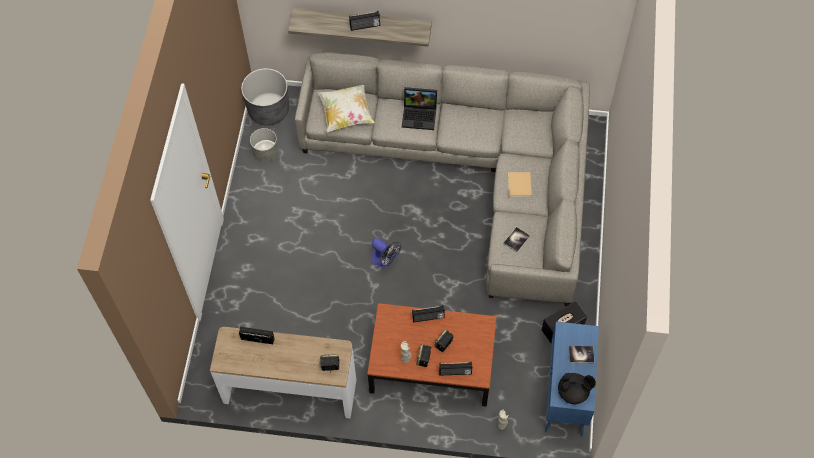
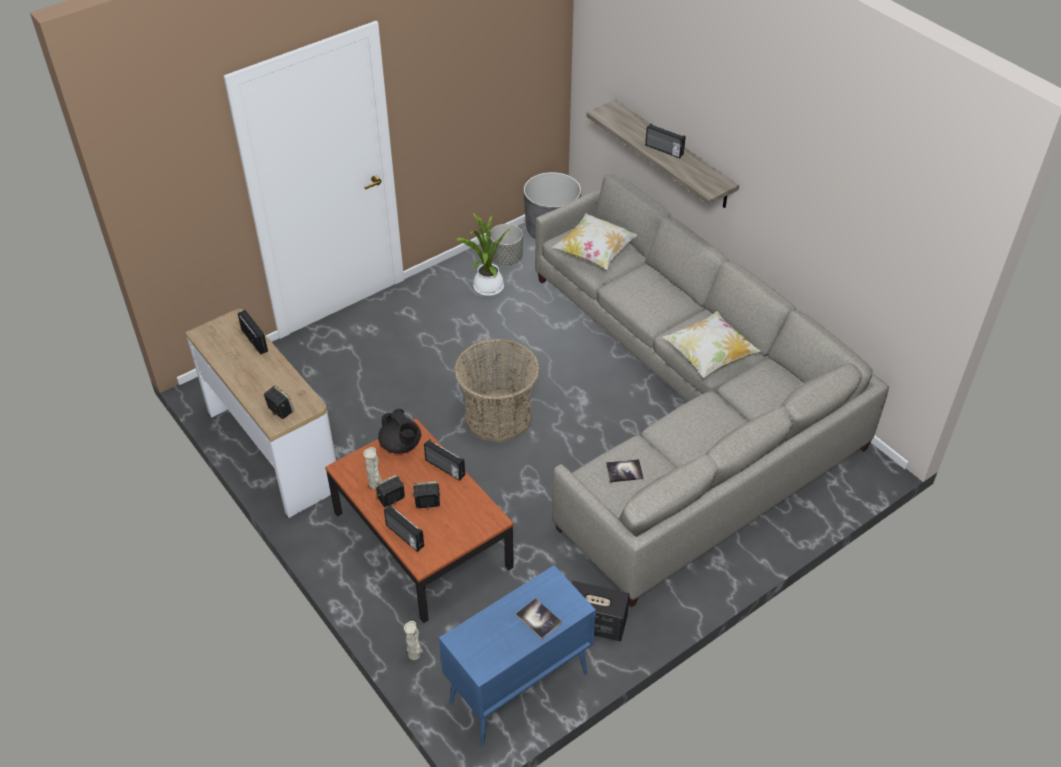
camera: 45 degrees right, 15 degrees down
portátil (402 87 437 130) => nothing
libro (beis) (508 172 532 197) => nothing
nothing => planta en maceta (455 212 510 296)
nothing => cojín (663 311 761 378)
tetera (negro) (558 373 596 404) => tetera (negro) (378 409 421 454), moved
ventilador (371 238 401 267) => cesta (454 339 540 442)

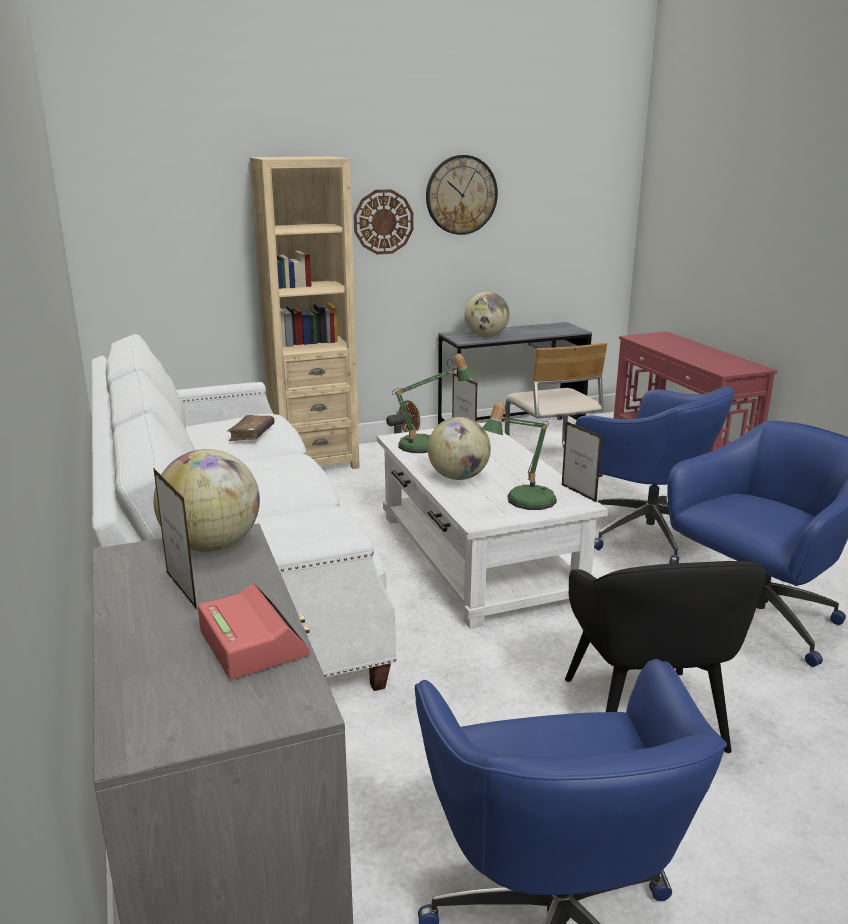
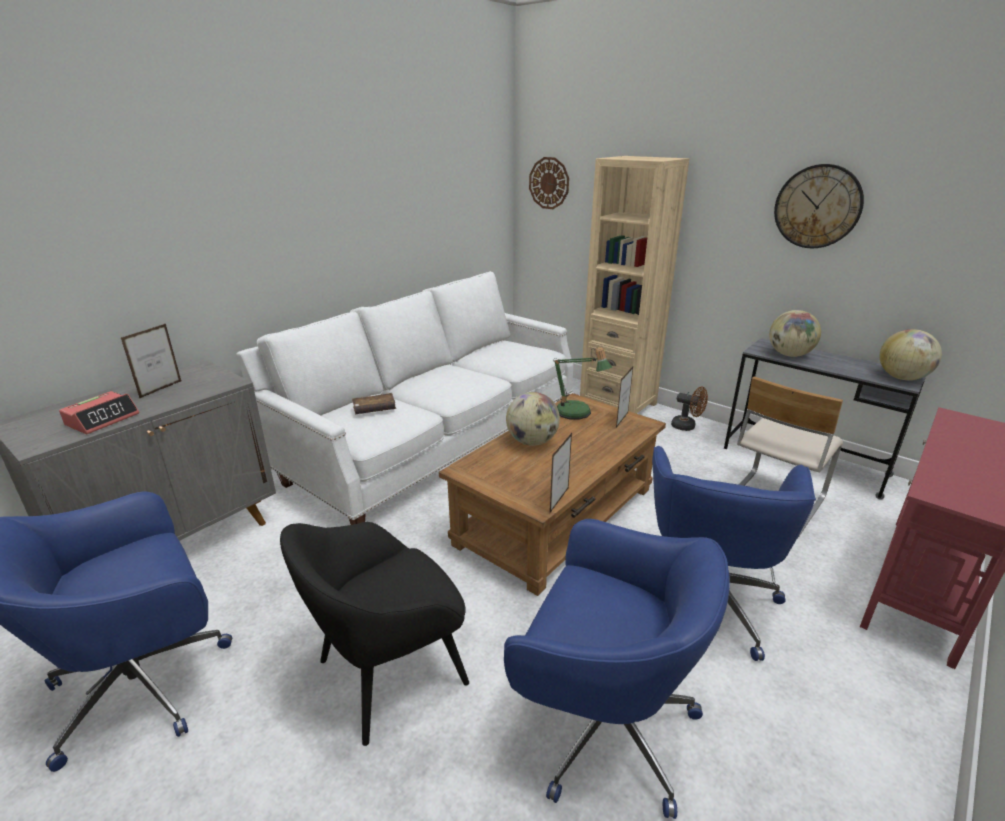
camera: 60 degrees right, 5 degrees up
lámpara de mesa (482 402 557 510) => nothing
globo terráqueo (154 449 260 552) => globo terráqueo (879 329 942 380), moved
libro (marrón) (227 415 275 441) => libro (marrón) (352 393 396 414), moved
reloj de pared (354 189 414 254) => reloj de pared (529 157 569 209), moved
mesa de centro (blanco) (377 422 608 629) => mesa de centro (marrón) (439 393 666 596)

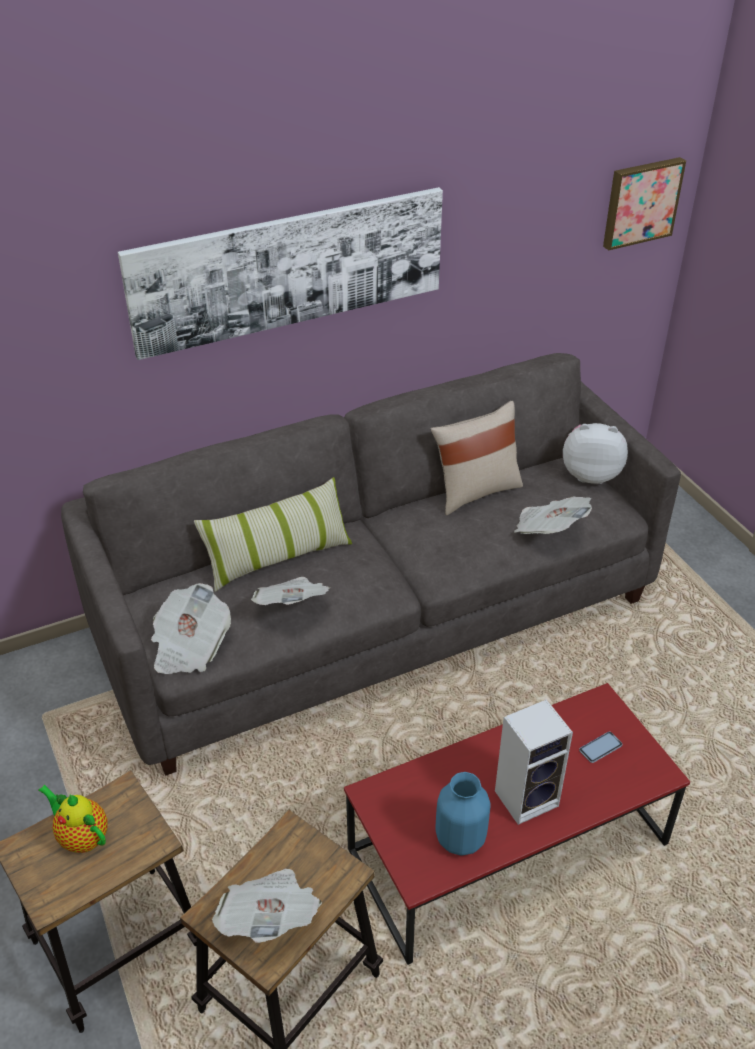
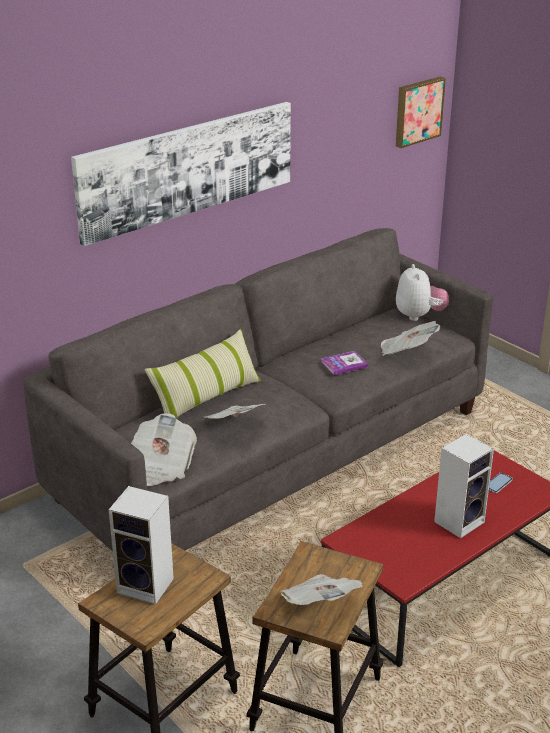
camera: 15 degrees left, 10 degrees down
cojín (beis) (431 401 523 515) => nothing
florero (azul) (436 772 491 856) => nothing
nothing => libro (321 351 368 375)
tetera (38 784 108 853) => altavoz (109 486 174 604)
peluche (563 423 628 484) => peluche (396 264 449 321), 90 degrees clockwise

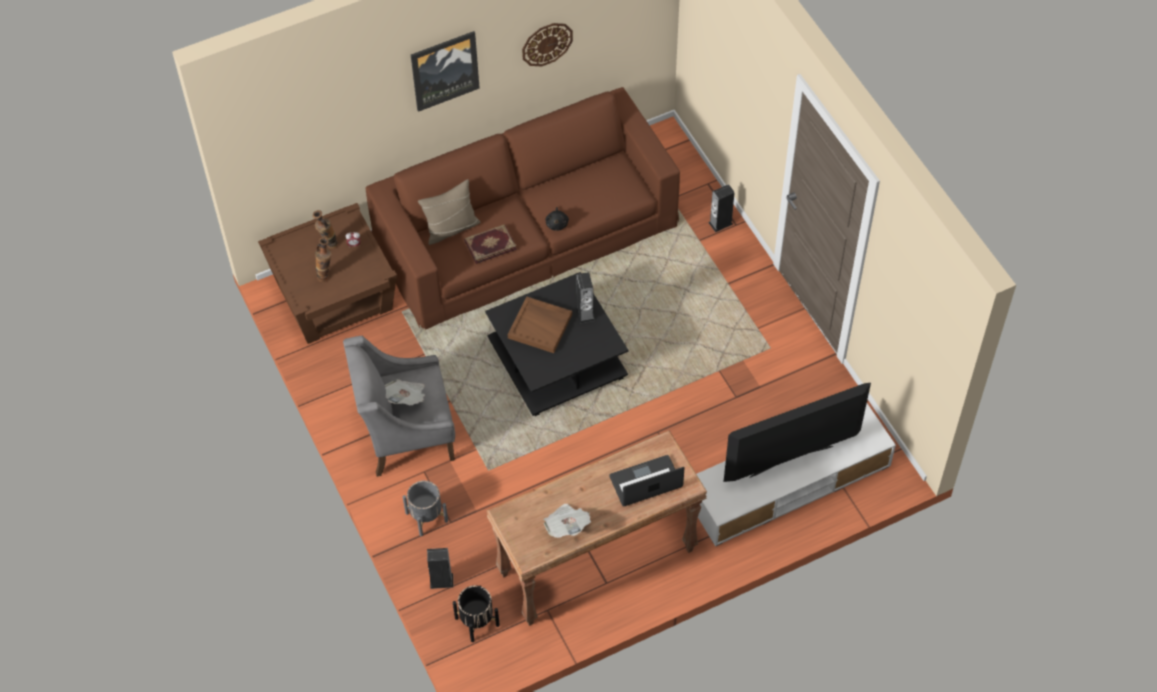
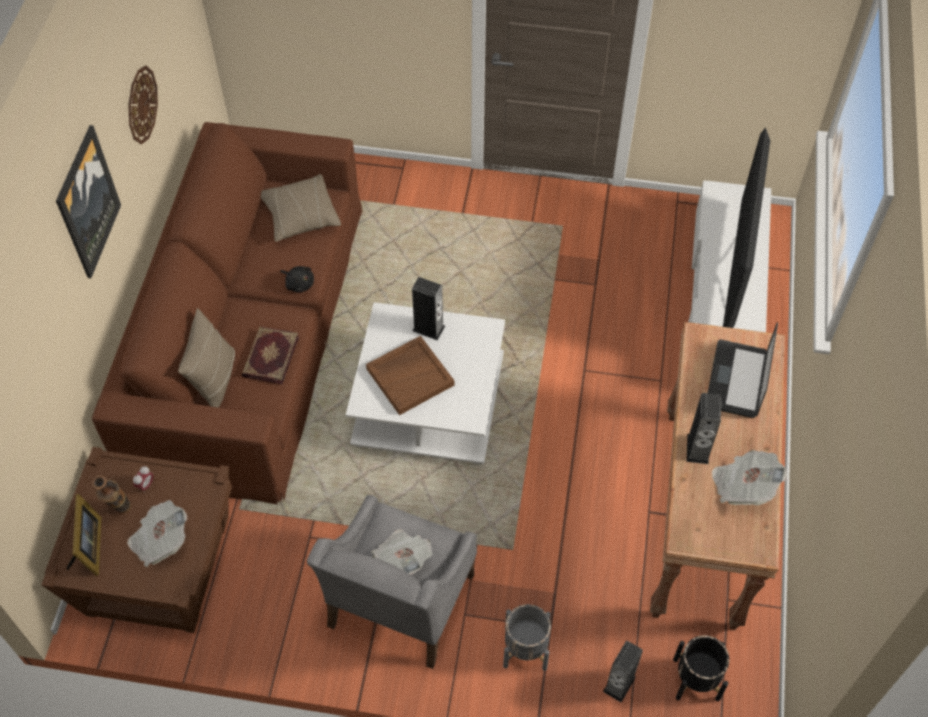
camera: 55 degrees left, 0 degrees up
nothing => portarretratos (67 494 101 576)
nothing => cojín (beis) (261 174 341 242)
altavoz (709 184 734 232) => altavoz (687 393 721 464), moved
florero (315 237 332 282) => periódico (127 500 188 567)
mesa de centro (negro) (485 272 628 416) => mesa de centro (blanco) (346 302 505 464)

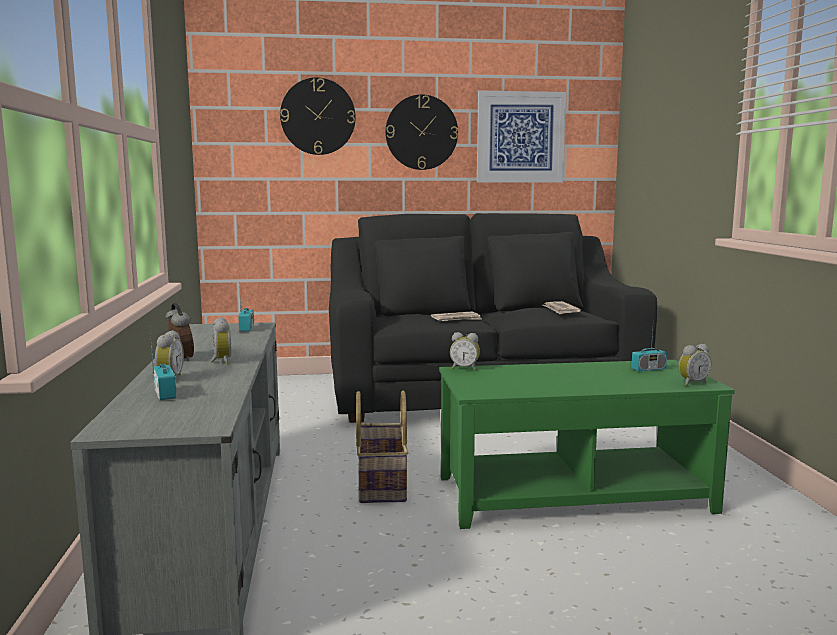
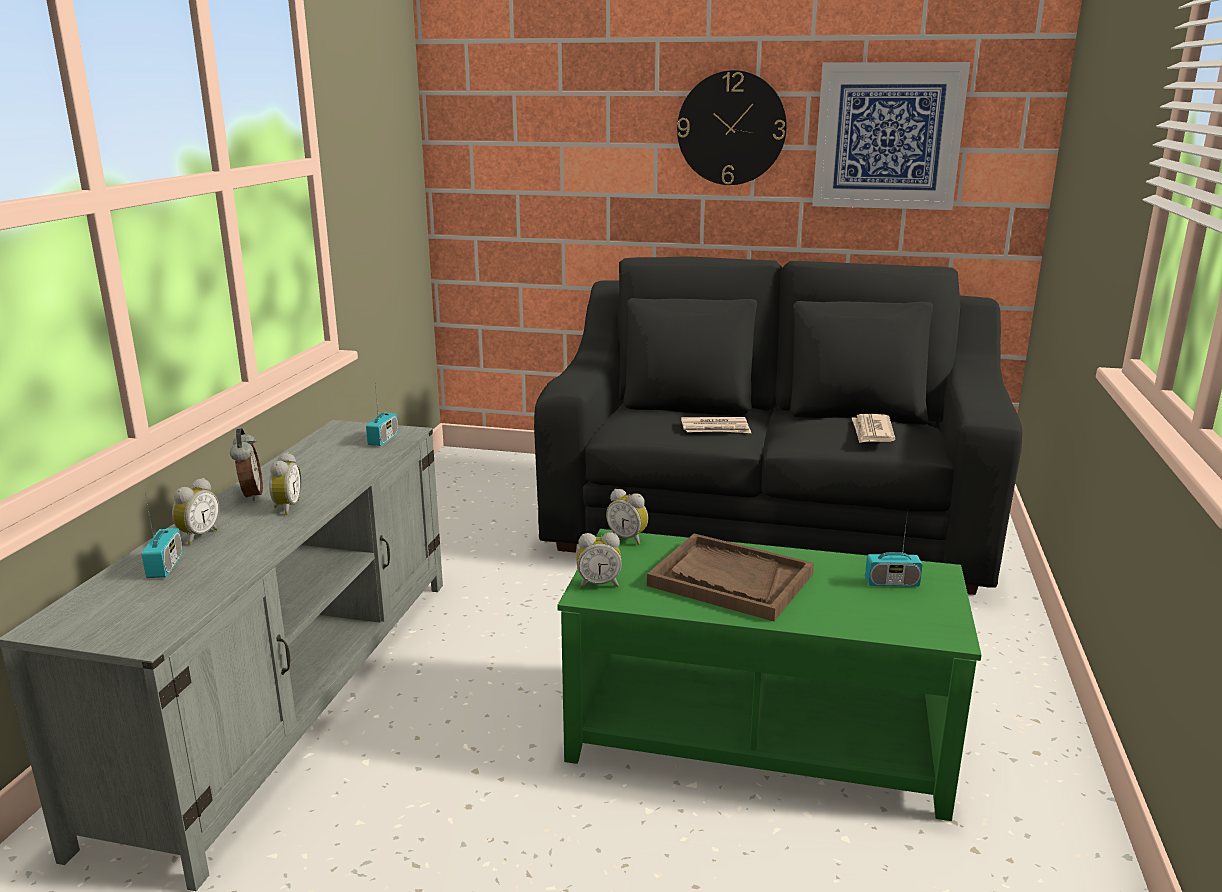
camera: 20 degrees right, 10 degrees up
reloj de pared (280 78 356 155) => nothing
cesta (356 391 408 503) => nothing
nothing => bandeja (marrón) (647 534 814 621)
despertador (679 344 711 386) => despertador (576 532 622 588), moved

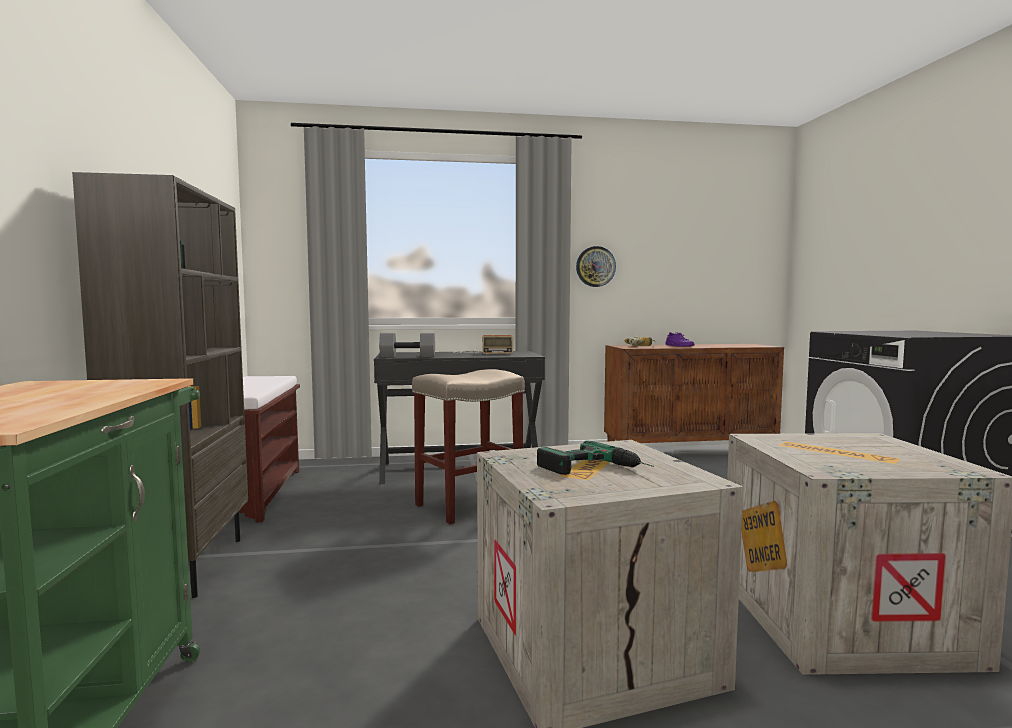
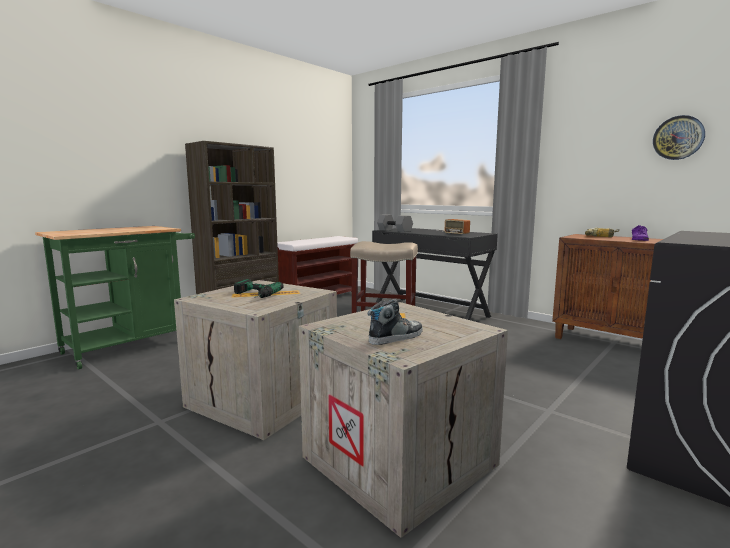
camera: 50 degrees right, 5 degrees up
nothing => zapato (367 299 423 345)
reloj de pared (576 246 616 287) => reloj de pared (653 115 705 160), moved

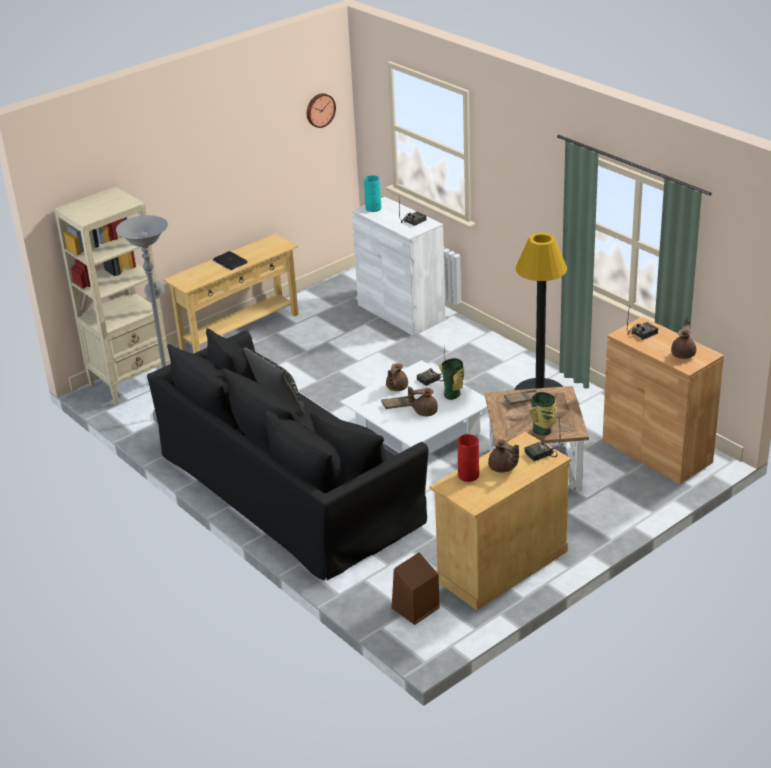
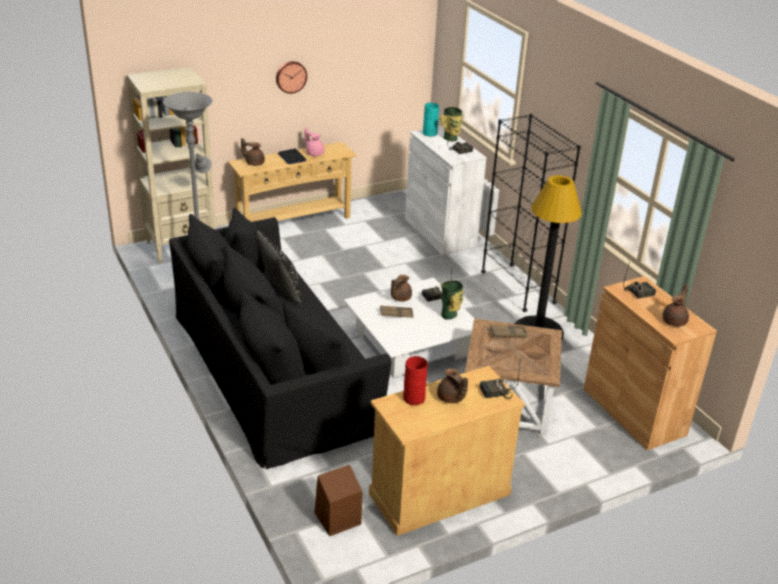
camera: 10 degrees right, 0 degrees up
nothing => tetera (rosa) (304 127 324 156)
nothing => estantería (negro) (481 114 581 312)
reloj de pared (307 93 336 128) => reloj de pared (276 61 307 94), moved
tetera (marrón) (408 386 438 416) => tetera (marrón) (241 138 265 166), moved
florero (529 392 557 435) => florero (440 107 463 141), moved

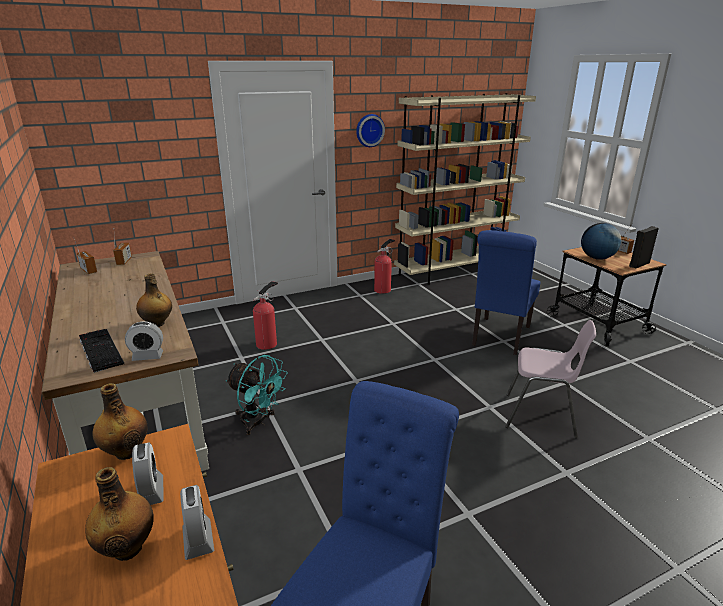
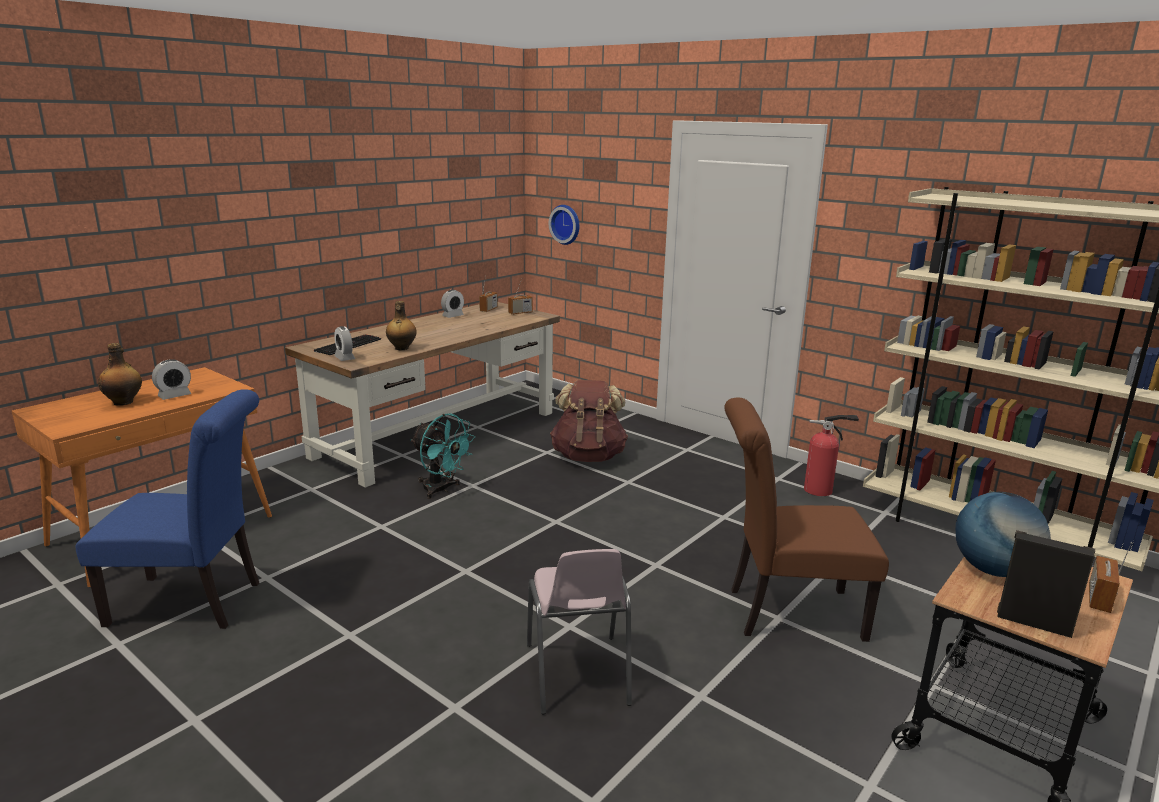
camera: 65 degrees right, 5 degrees down
botella (92 383 147 460) => nothing
despertador (180 485 214 560) => despertador (441 290 464 318), moved
reloj de pared (356 114 385 147) => reloj de pared (549 205 579 245), moved
extintor (253 281 278 350) => mochila (marrón) (550 380 628 462)
silla (azul) (472 230 541 355) => silla (marrón) (724 398 889 642)
ventilador (turquesa) (226 355 288 435) => ventilador (turquesa) (410 414 475 499), 60 degrees counterclockwise

